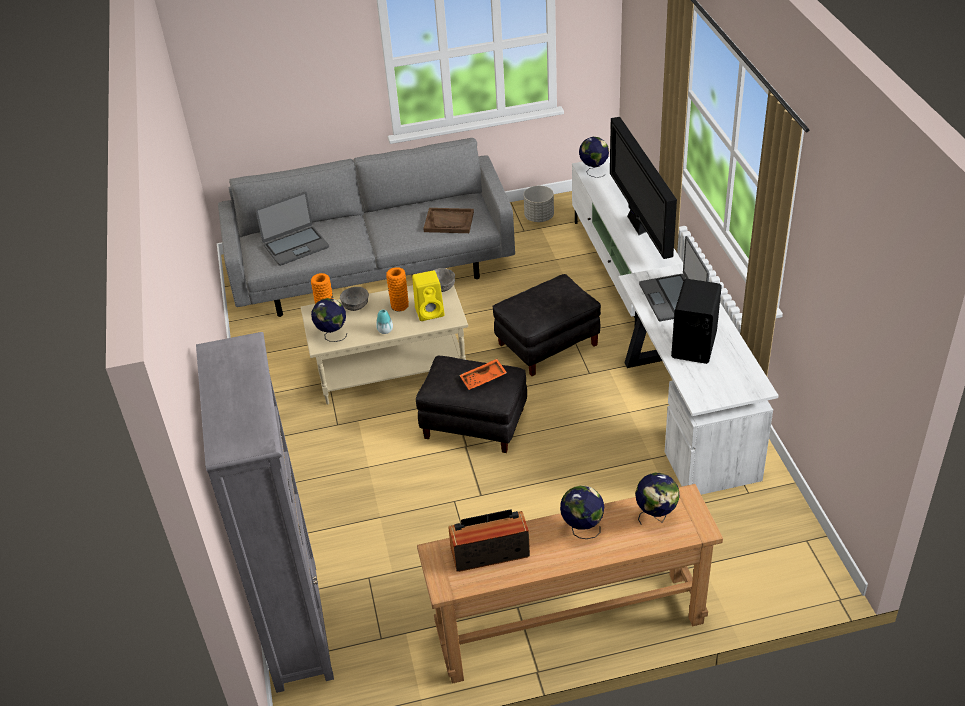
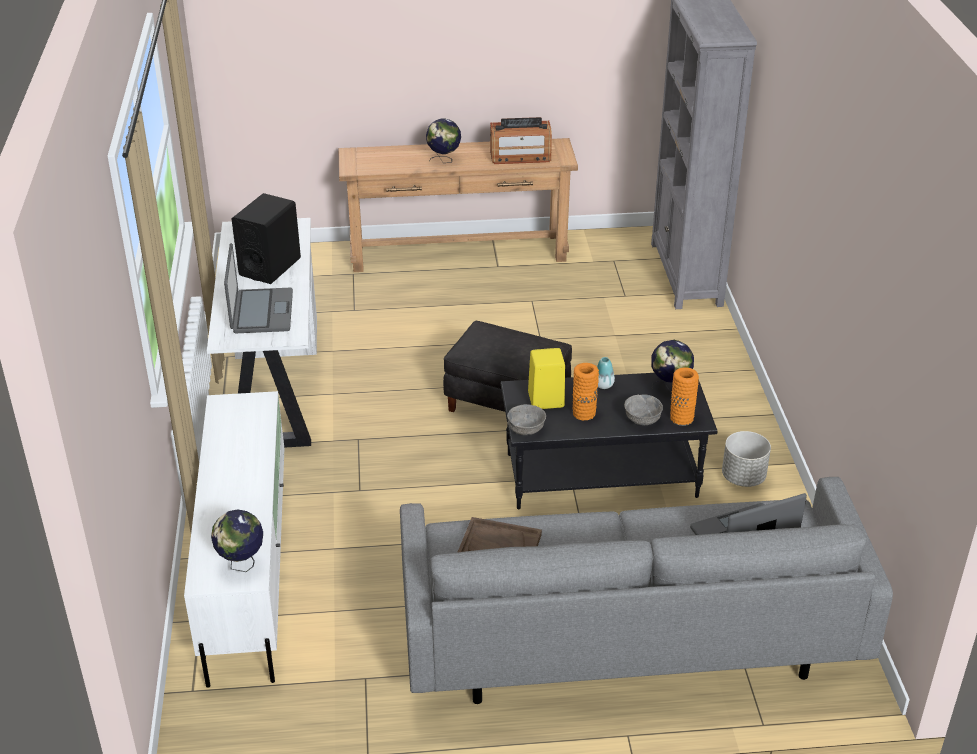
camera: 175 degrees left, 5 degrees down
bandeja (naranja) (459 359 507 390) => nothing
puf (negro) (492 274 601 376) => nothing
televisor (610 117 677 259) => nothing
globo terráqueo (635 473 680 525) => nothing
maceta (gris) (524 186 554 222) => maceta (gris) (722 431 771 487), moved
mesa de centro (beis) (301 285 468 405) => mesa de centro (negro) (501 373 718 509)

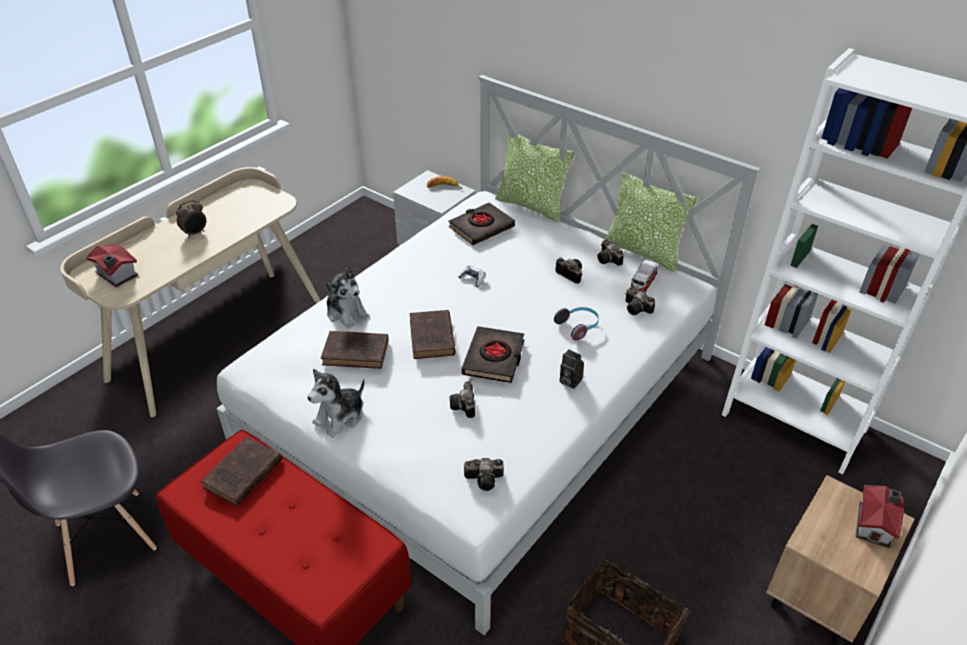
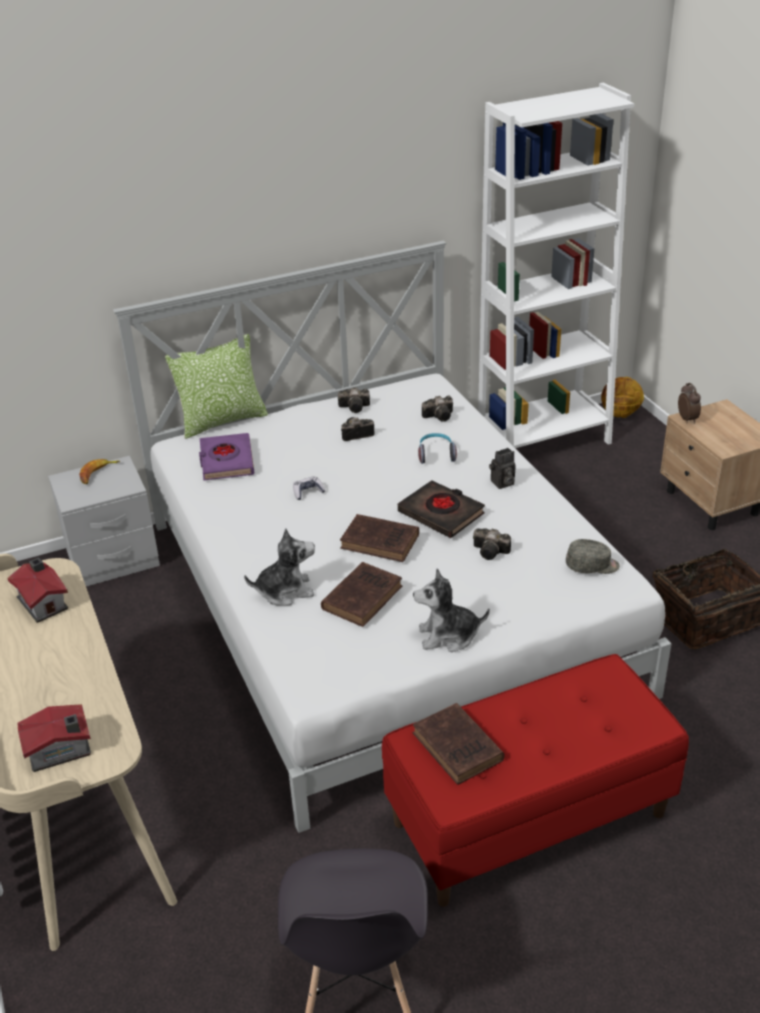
camera: 60 degrees left, 5 degrees down
cojín (605 172 697 272) => nothing
coche de juguete (630 260 658 292) => nothing
nothing => balón de baloncesto (601 377 644 418)
despertador (176 200 206 238) => despertador (678 383 701 423), moved
casita (856 485 904 548) => casita (7 557 68 623), moved
cámara (464 458 504 491) => gorra (gris) (566 539 620 574)
libro (negro) (449 203 515 245) => libro (morado) (199 433 254 480)
peluche (307 369 365 438) => peluche (413 569 490 652), 105 degrees clockwise

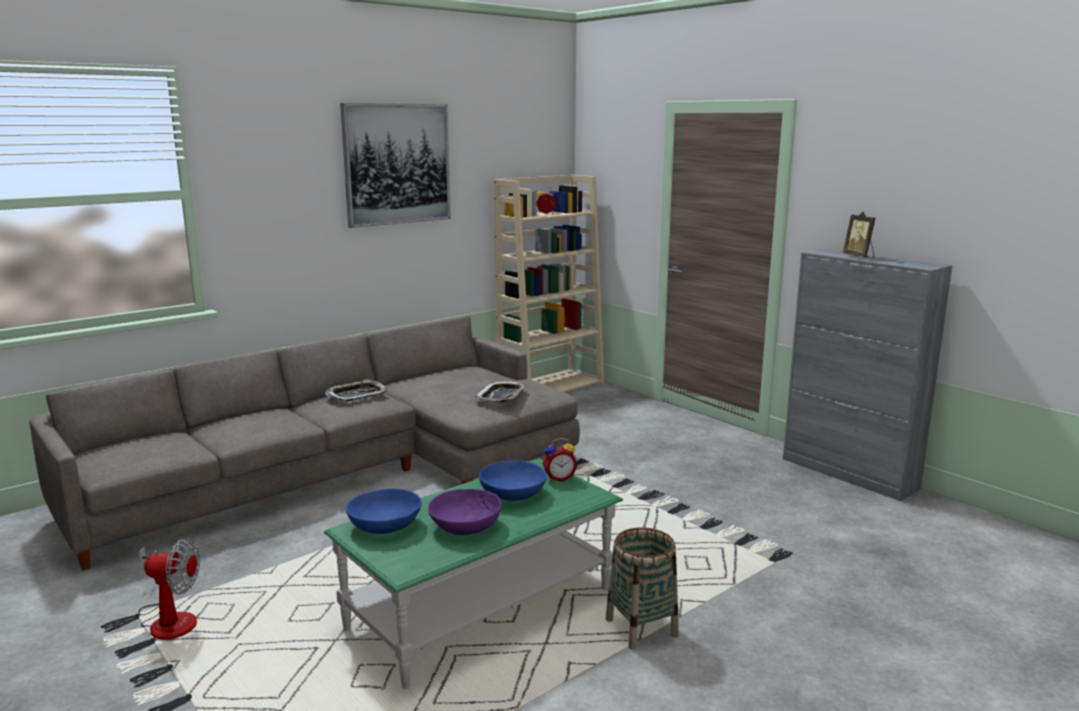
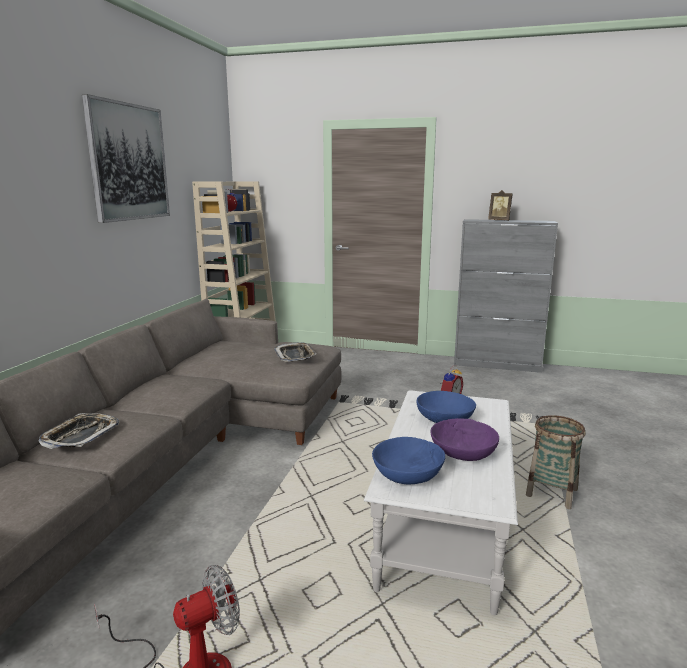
camera: 35 degrees left, 0 degrees up
bandeja (325 379 388 401) => bandeja (38 413 119 449), moved
mesa de centro (verde) (324 459 623 689) => mesa de centro (blanco) (364 390 518 615)

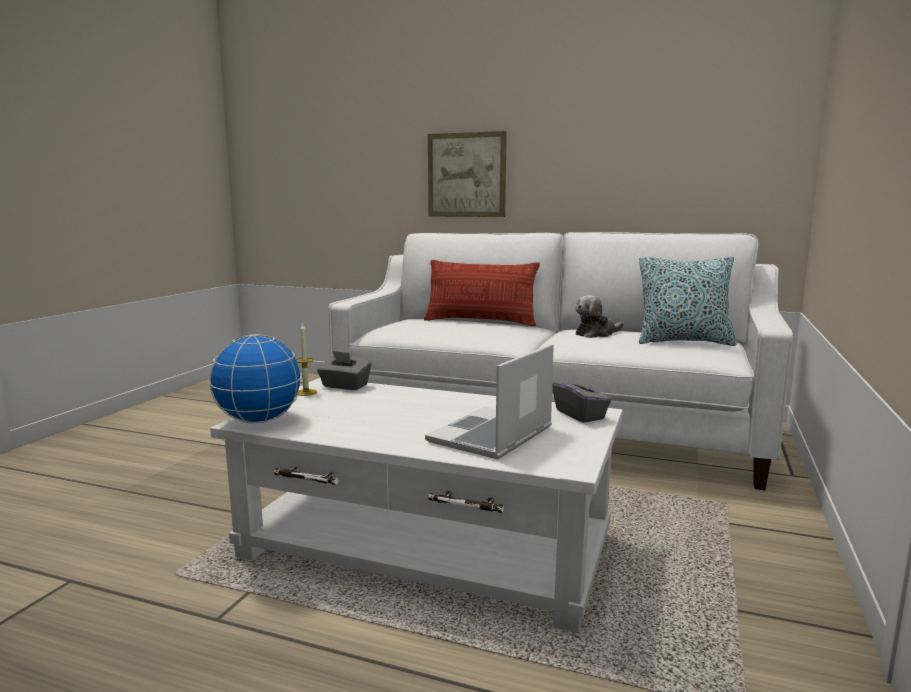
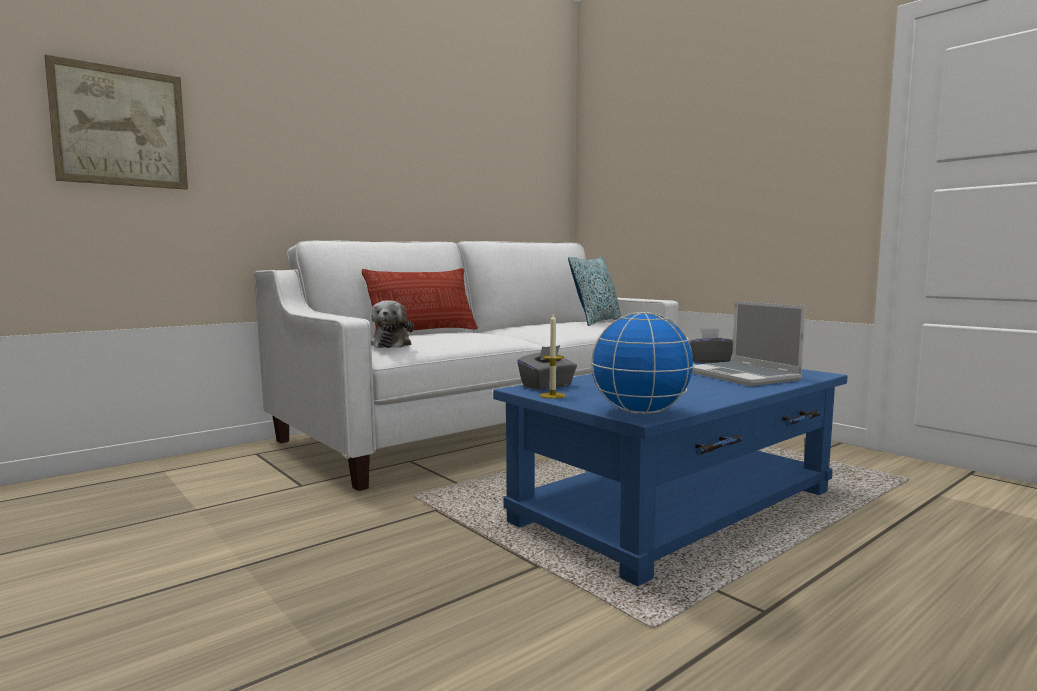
camera: 60 degrees left, 5 degrees down
cuadro (428 131 507 217) => cuadro (44 55 188 190), moved
peluche (575 295 623 338) => peluche (371 300 414 348), moved
mesa de centro (blanco) (210 378 623 633) => mesa de centro (azul) (493 360 848 586)

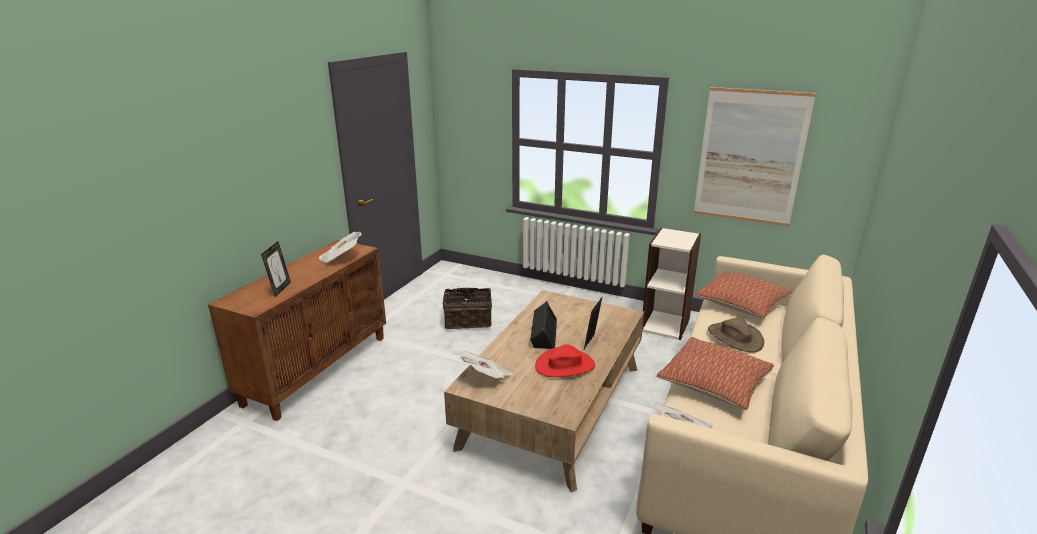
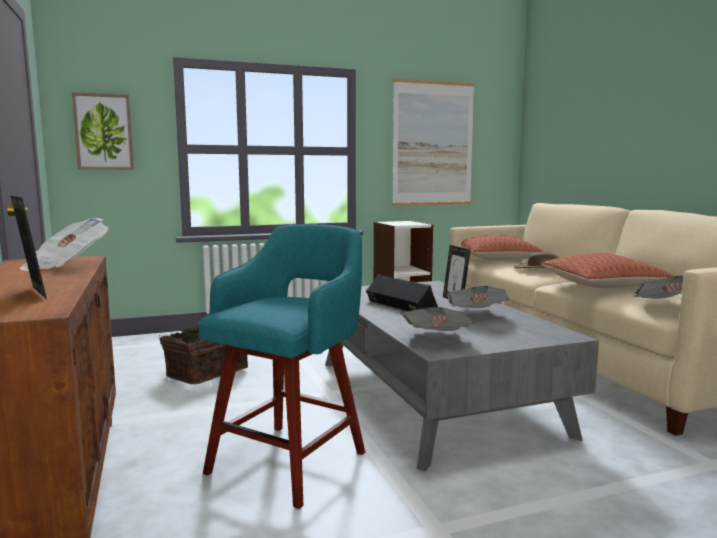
camera: 45 degrees left, 15 degrees down
nothing => cuadro (72 92 134 170)
nothing => taburete (turquesa) (198 224 365 509)
sombrero (rojo) (535 344 595 377) => periódico (447 286 509 308)
mesa de centro (marrón) (444 290 644 493) => mesa de centro (gris) (325 281 599 472)

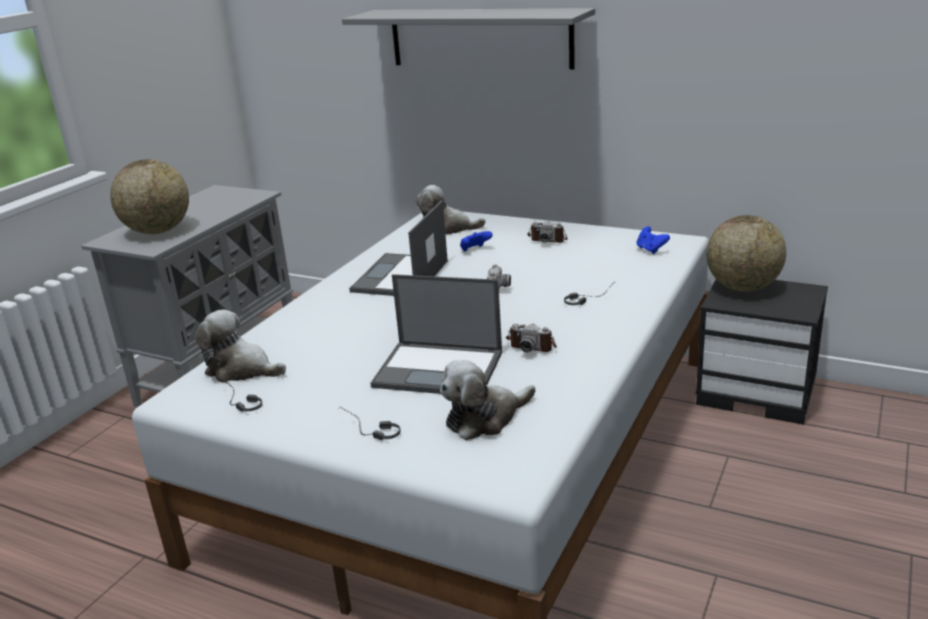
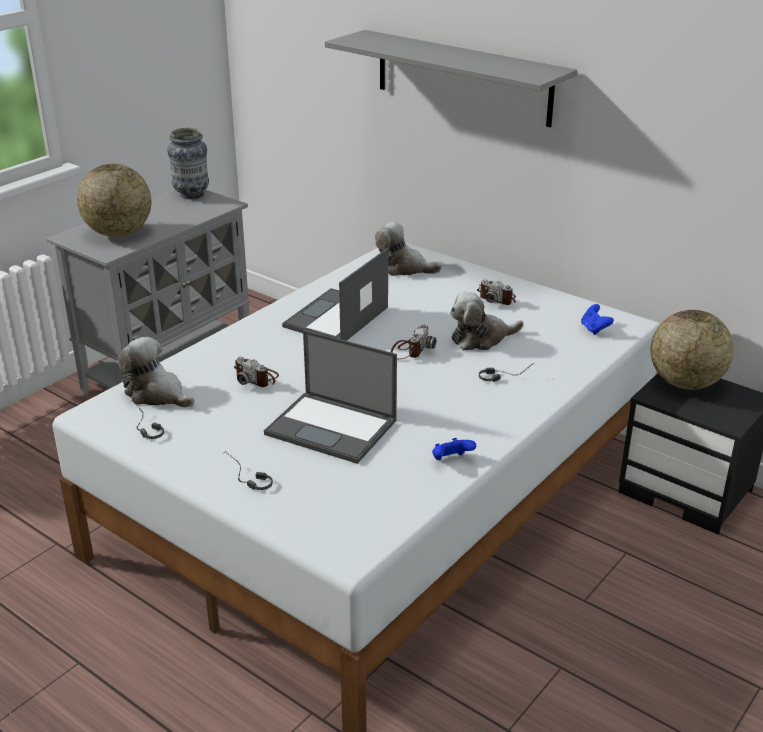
camera: 10 degrees right, 5 degrees up
nothing => florero (167 128 209 199)
peluche (440 360 535 440) => peluche (450 292 523 350), moved
mando de consola (azul) (460 231 493 252) => mando de consola (azul) (432 438 476 460), moved
cámara (506 324 557 353) => cámara (234 357 279 387), moved

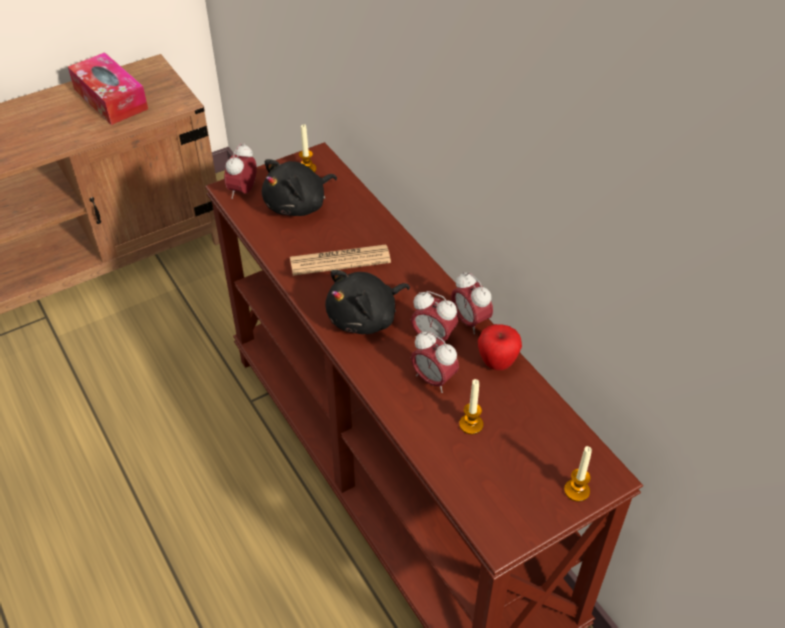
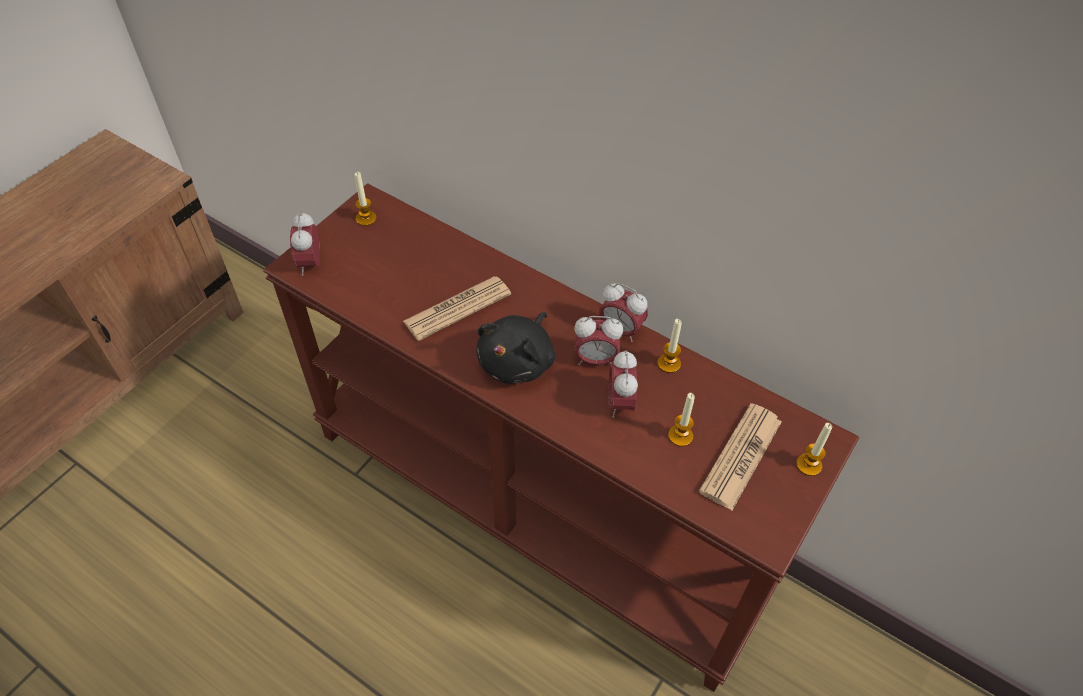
camera: 25 degrees left, 5 degrees up
caja de pañuelos (68 52 148 125) => nothing
peluche (negro) (262 159 337 216) => nothing
nothing => periódico (699 403 781 511)
manzana (478 324 522 370) => vela (658 319 682 373)
despertador (411 331 459 393) => despertador (609 350 638 418), 75 degrees clockwise

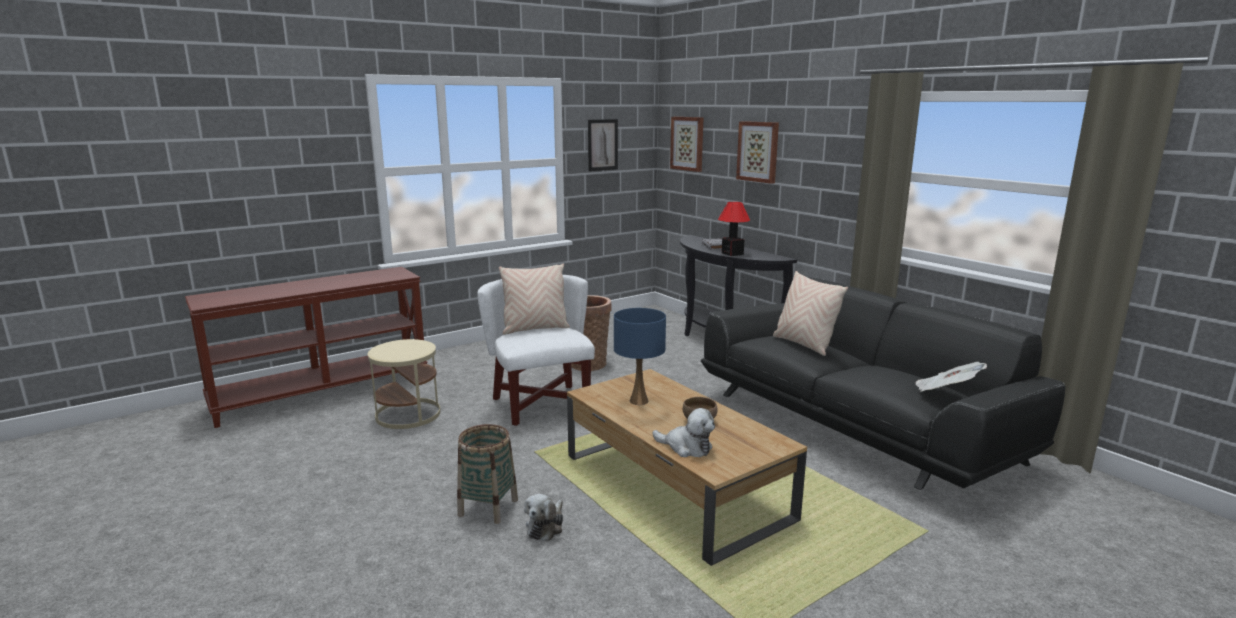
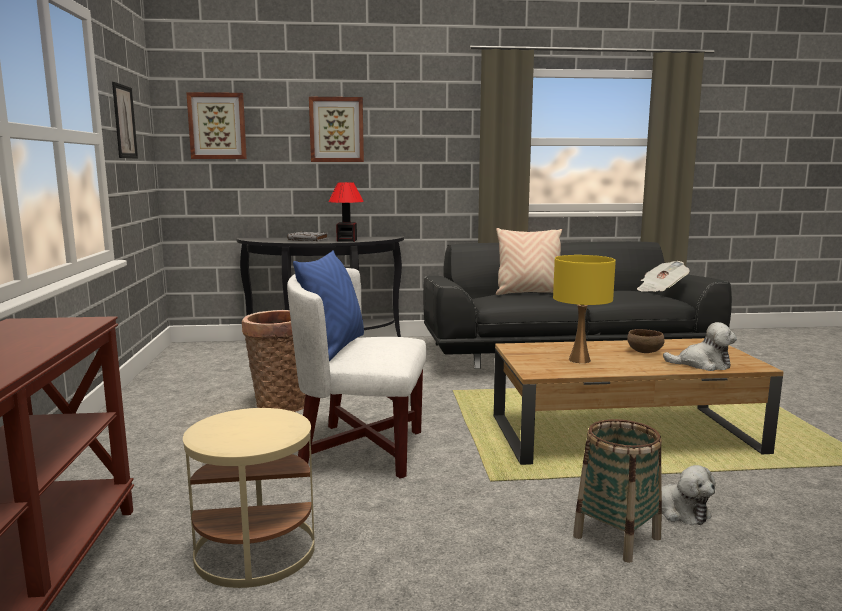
camera: 60 degrees left, 5 degrees down
cojín (beis) (499 264 570 335) => cojín (azul) (293 250 364 361)
lámpara de mesa (azul) (614 308 666 405) => lámpara de mesa (amarillo) (553 255 616 363)
peluche (652 408 715 457) => peluche (663 322 737 371), 45 degrees clockwise

